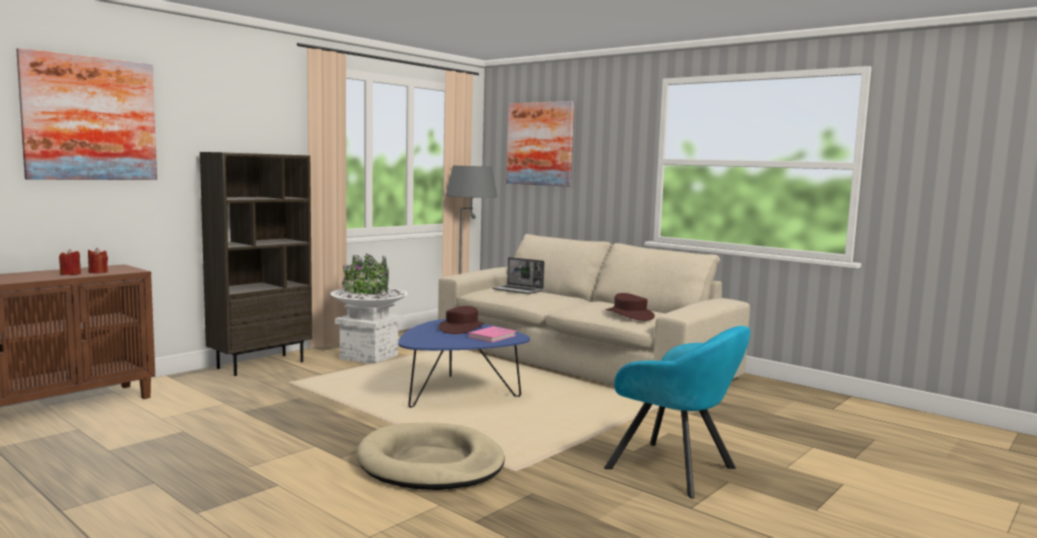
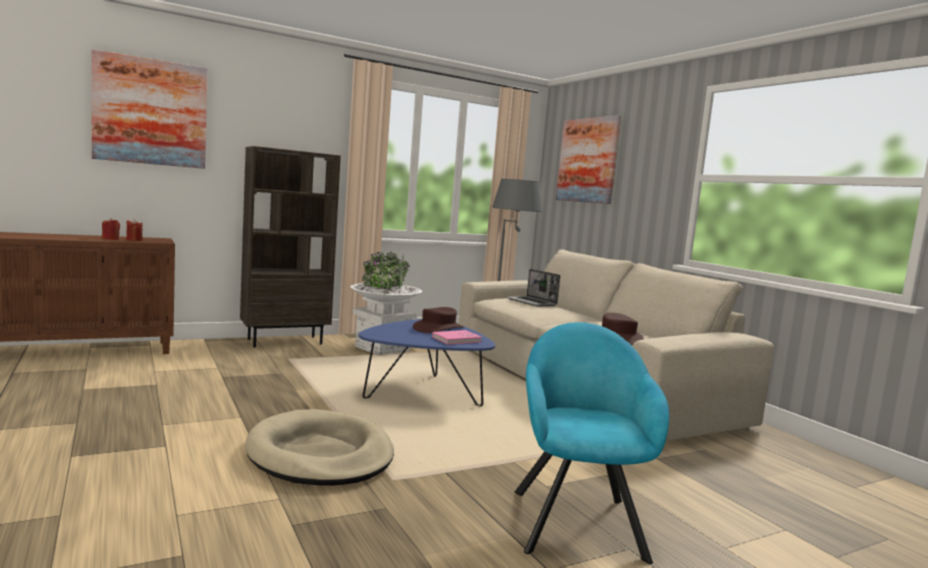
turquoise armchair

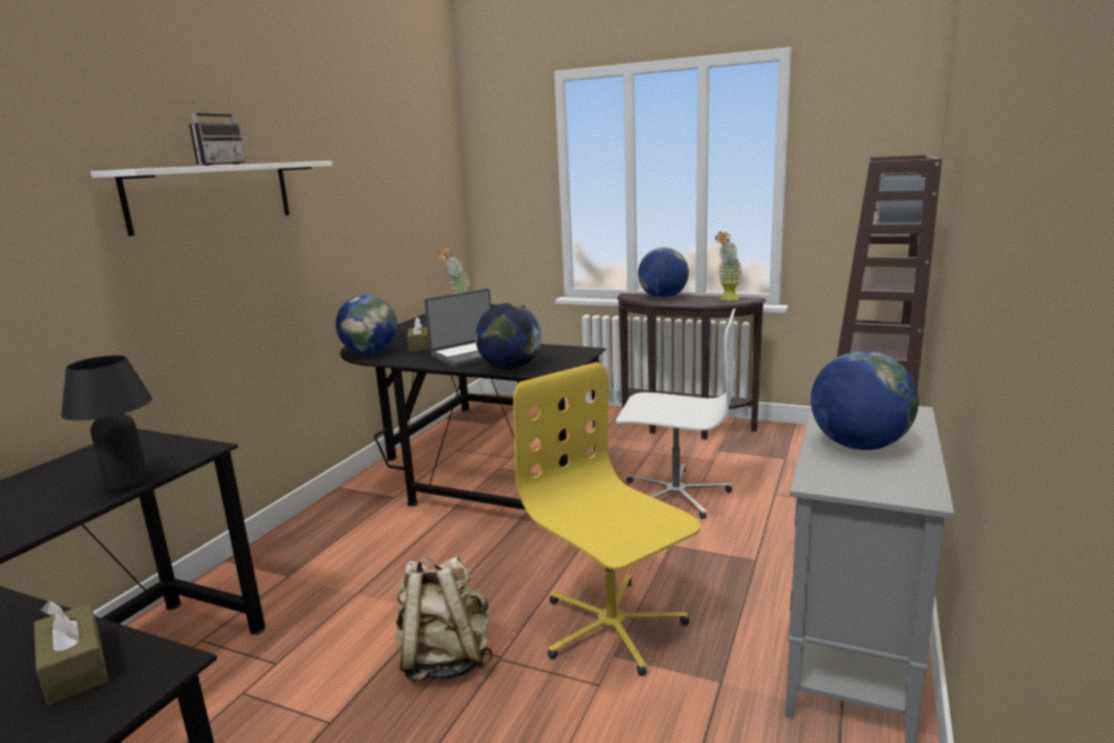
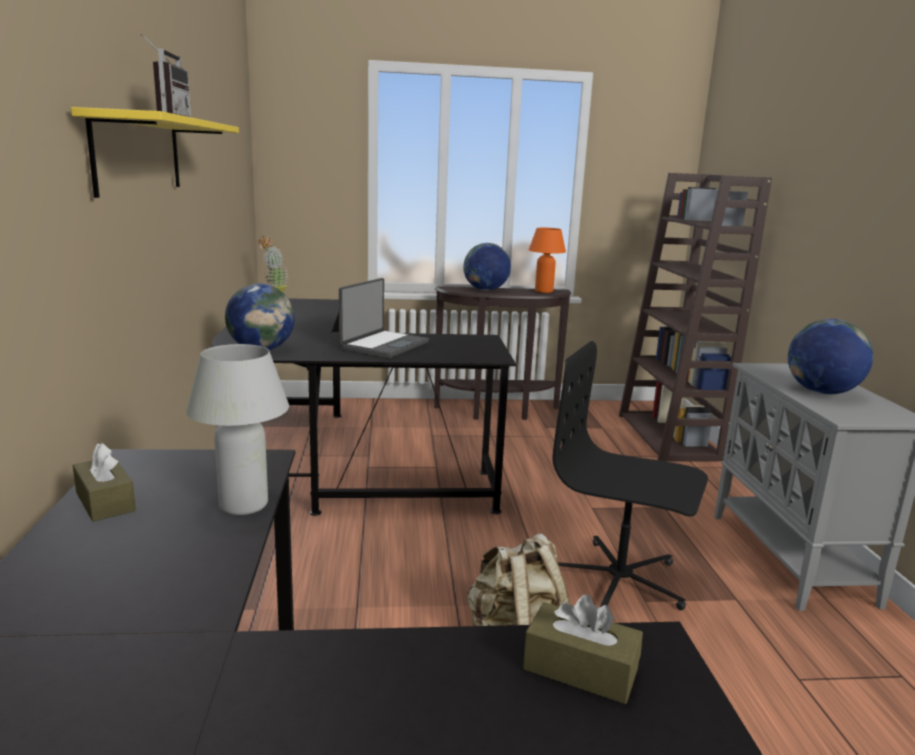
globe (no. 2 from left in the first image)
white office chair
brown tissue box (no. 1 from left)
orange table lamp
white table lamp
yellow shelf
black office chair

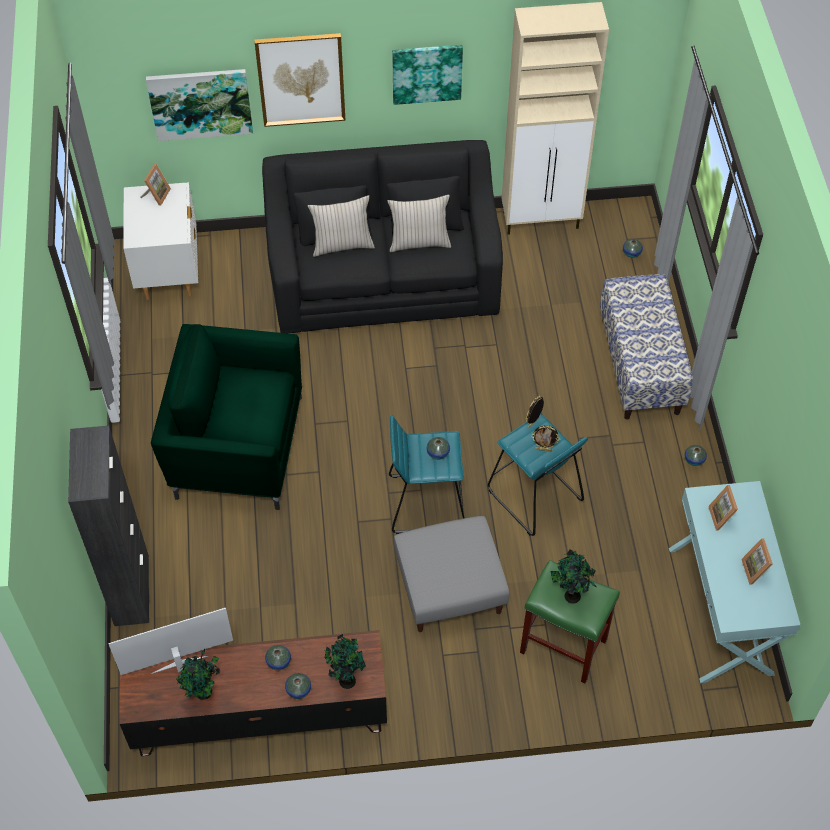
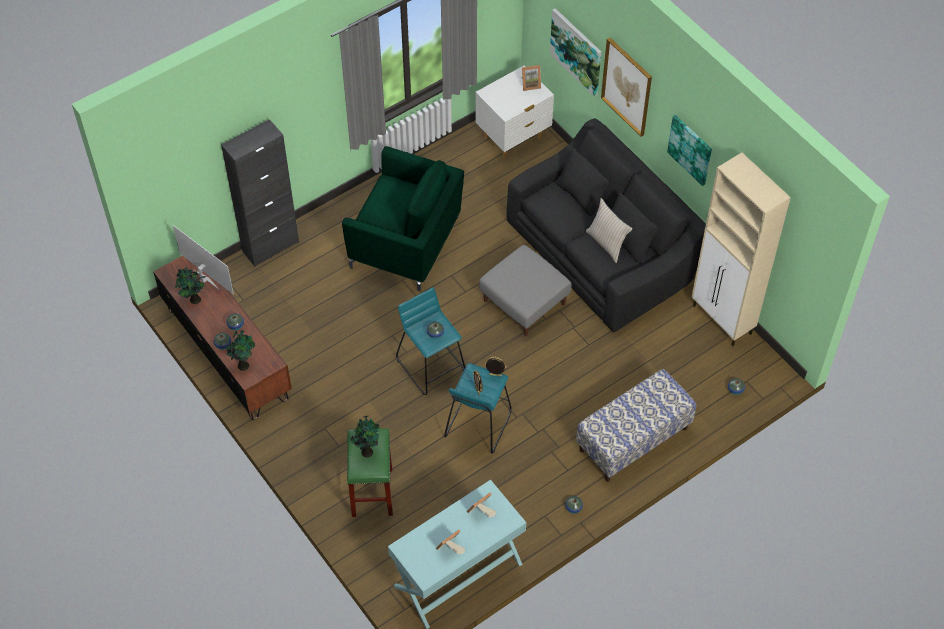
beige pillow (no. 1 from left in the first image)
grey ottoman
green armchair

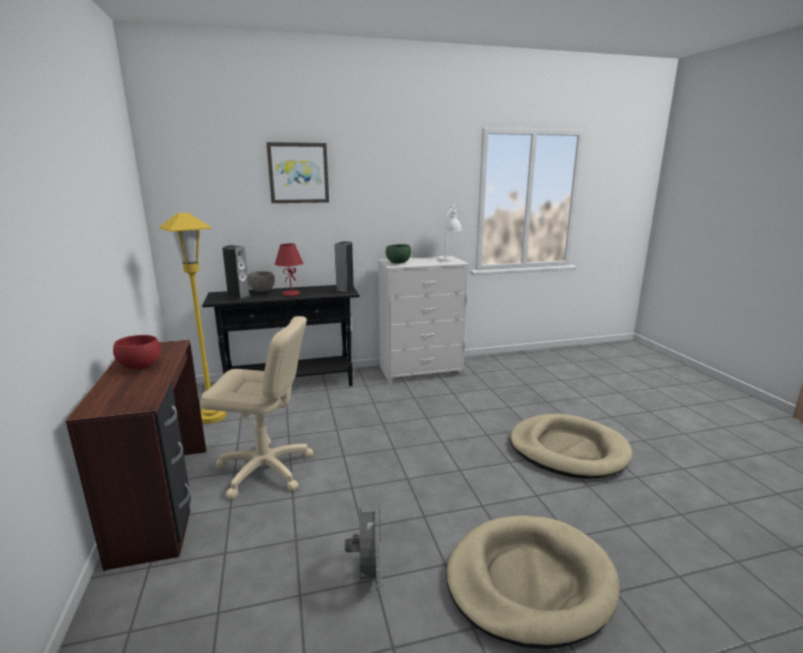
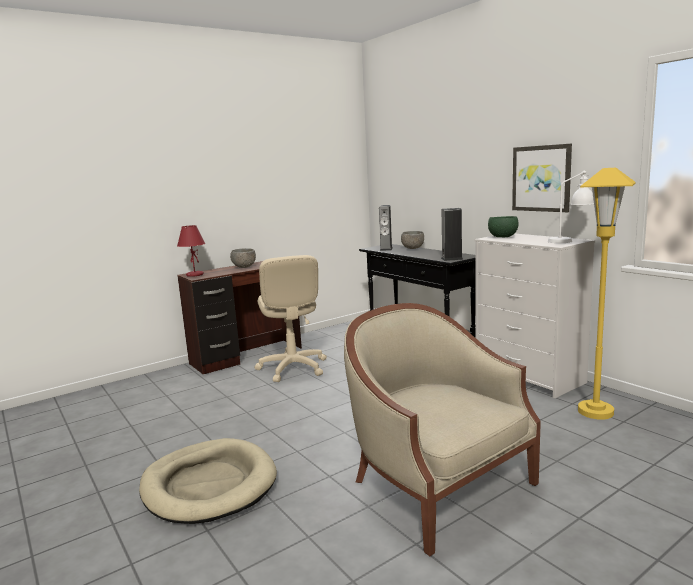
grey fan
yellow floor lamp
picture
red table lamp
beige armchair
grey bowl (no. 1 from left)

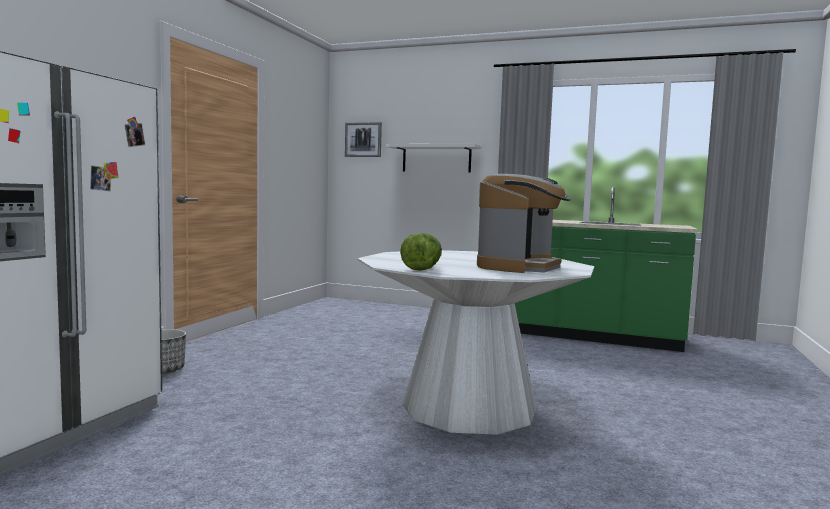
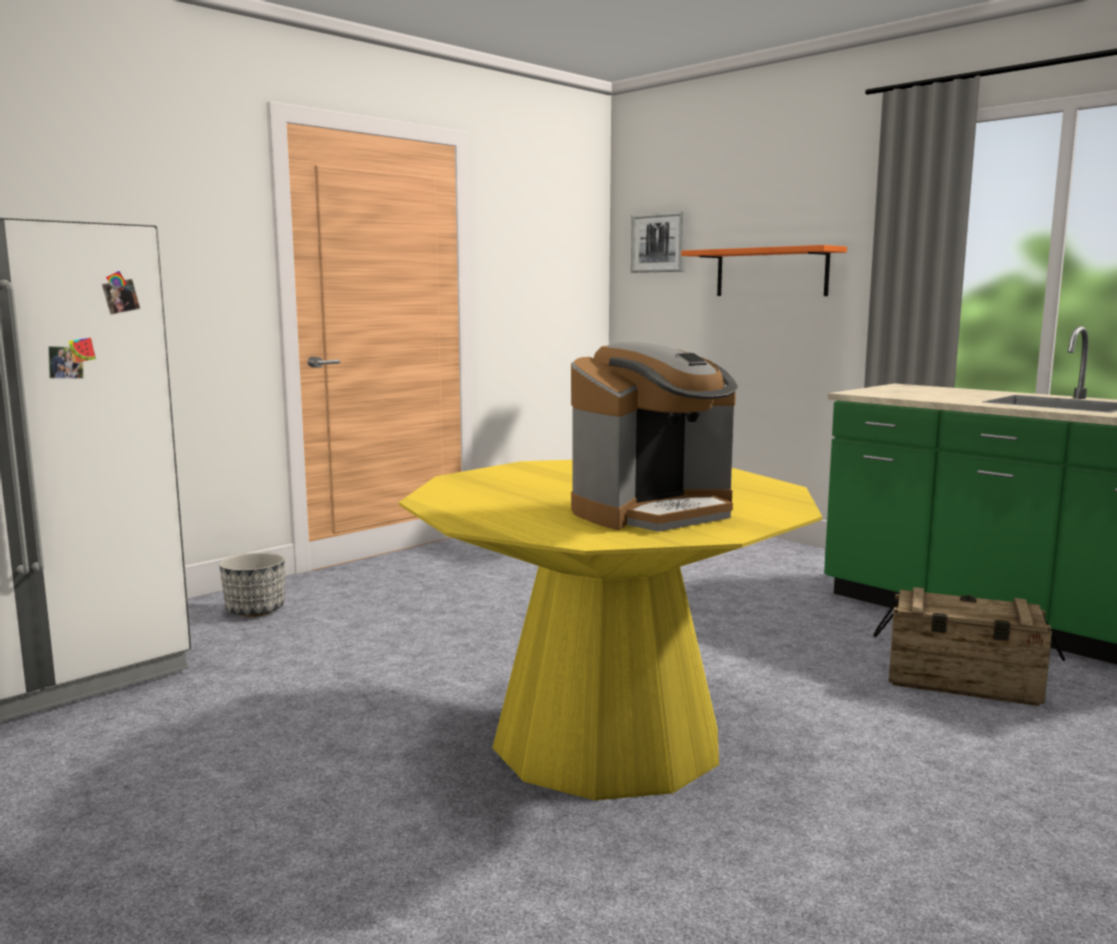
lettuce
crate
yellow dining table
orange shelf

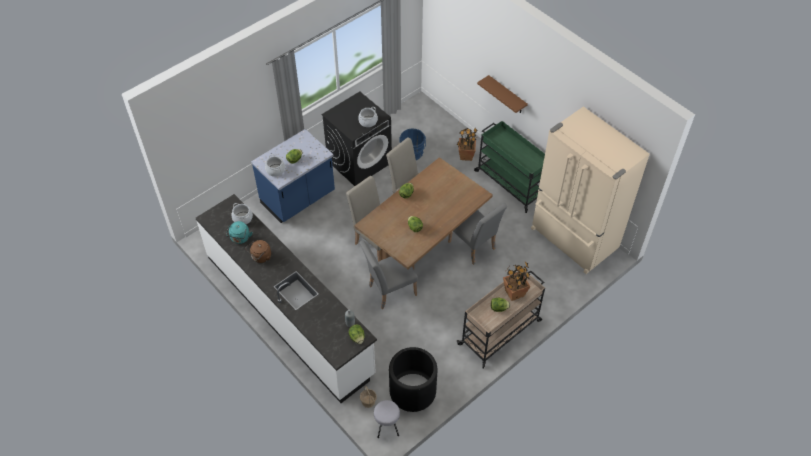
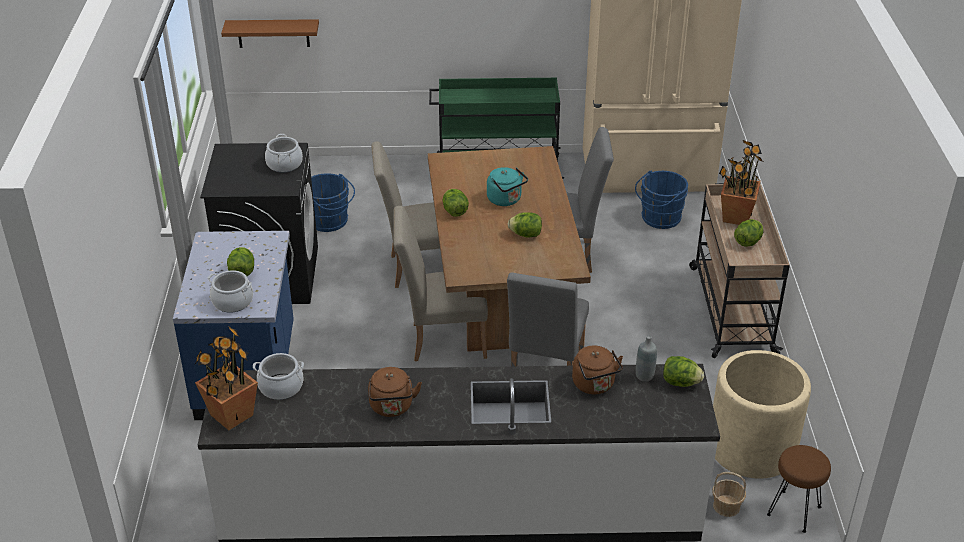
brown kettle (no. 2 from left)
blue bucket (no. 2 from left)
turquoise kettle
potted plant (no. 1 from left)
brown shelf
brown stool
beige planter

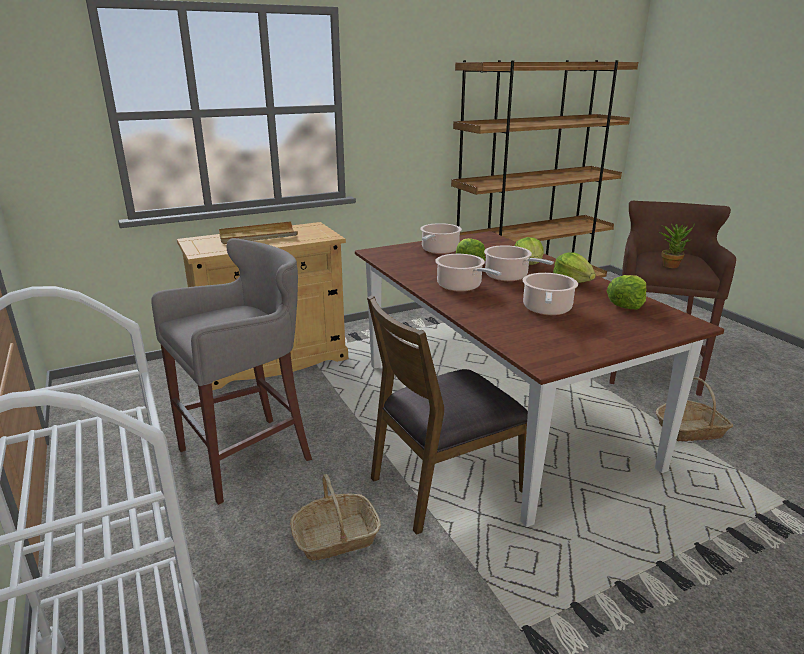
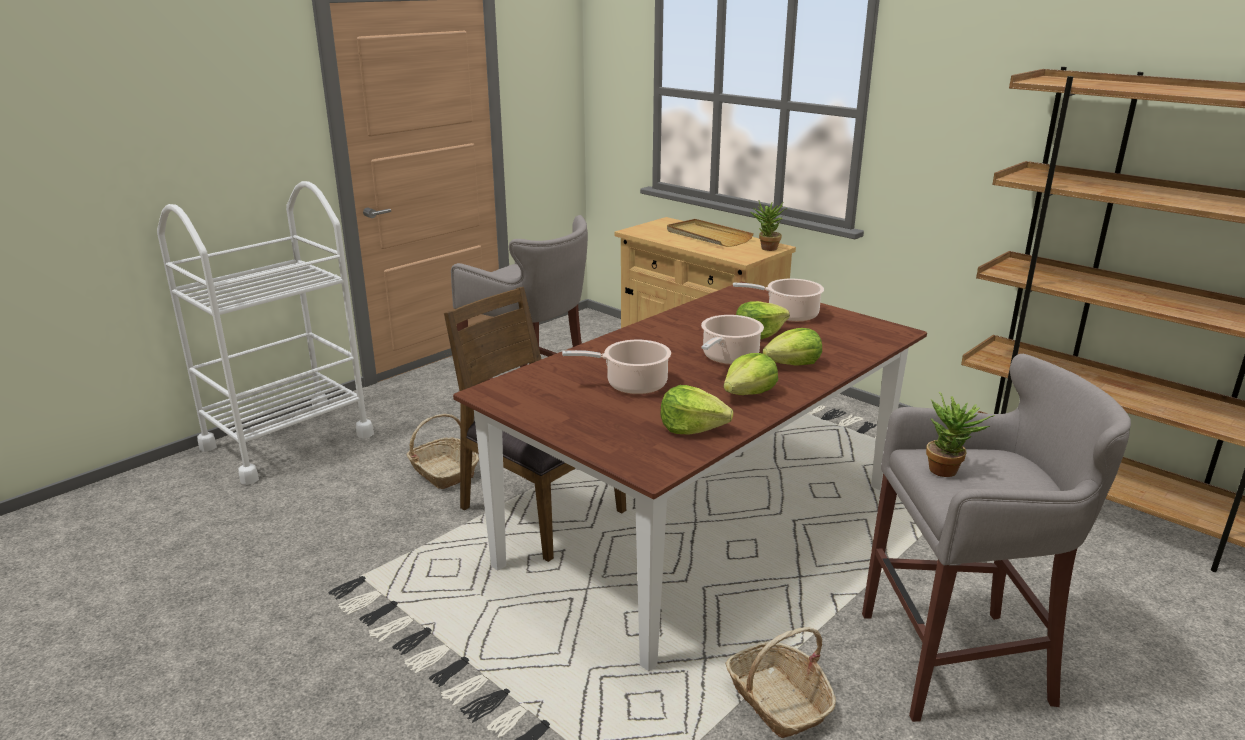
cooking pot (no. 2 from left in the first image)
potted plant (no. 1 from left)
grey stool (no. 2 from left)

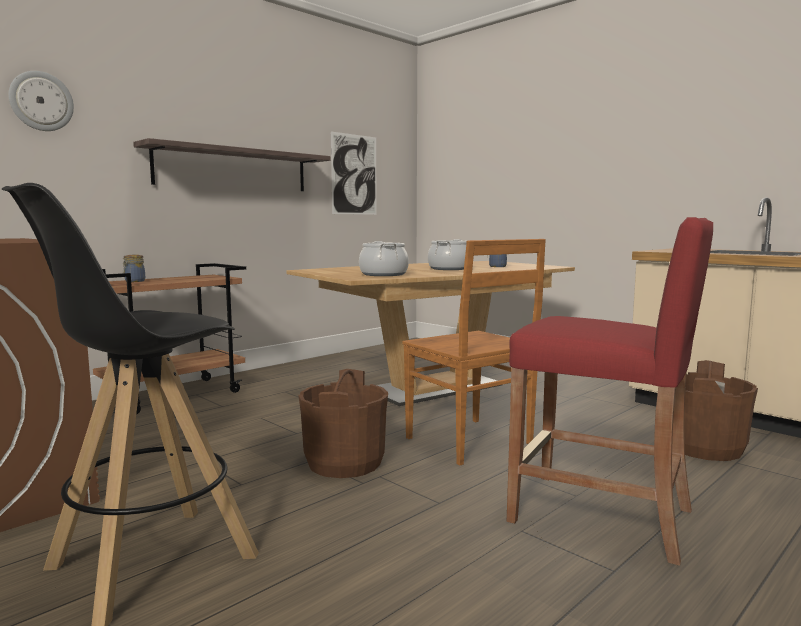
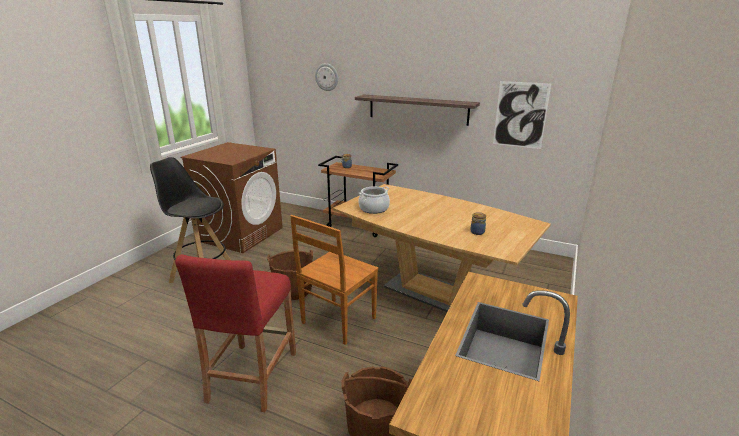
cooking pot (no. 2 from left in the first image)

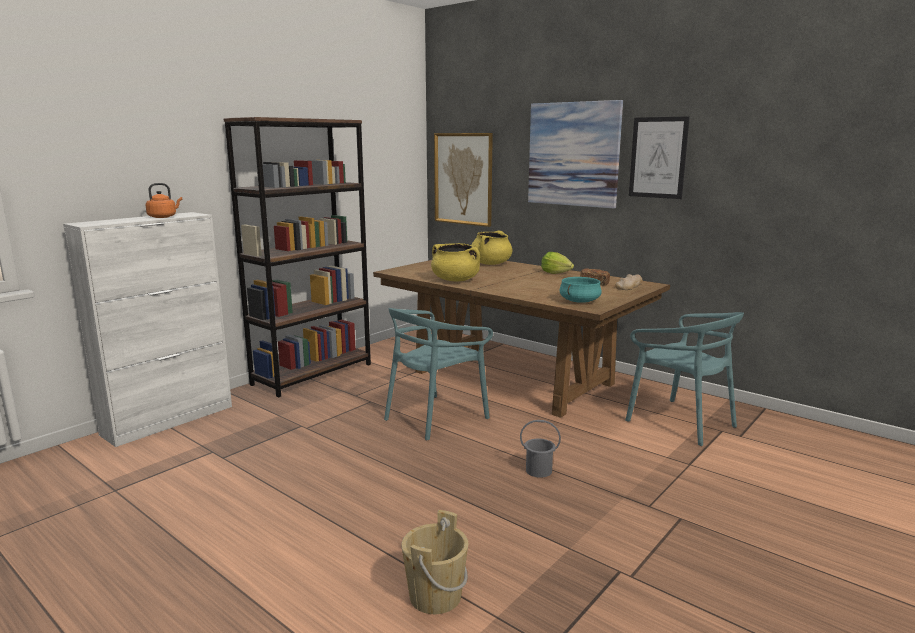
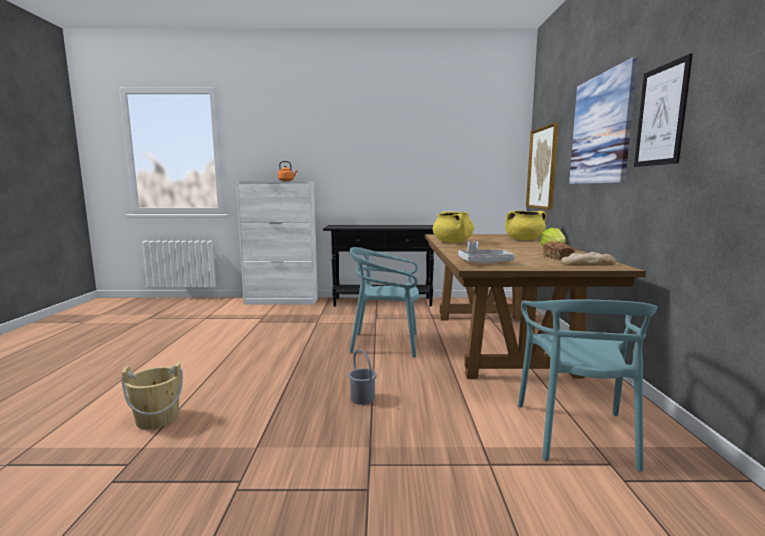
black console table
grey tray

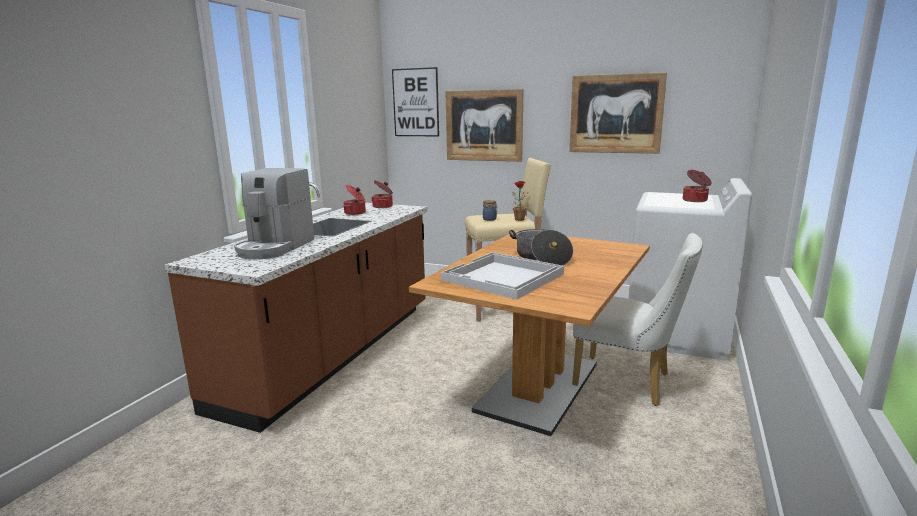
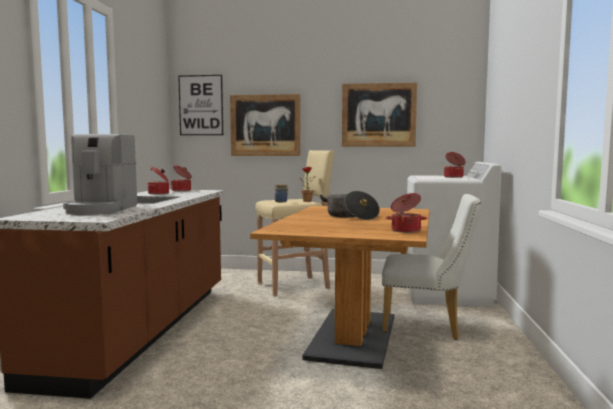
white tray
cooking pot (no. 4 from left)

